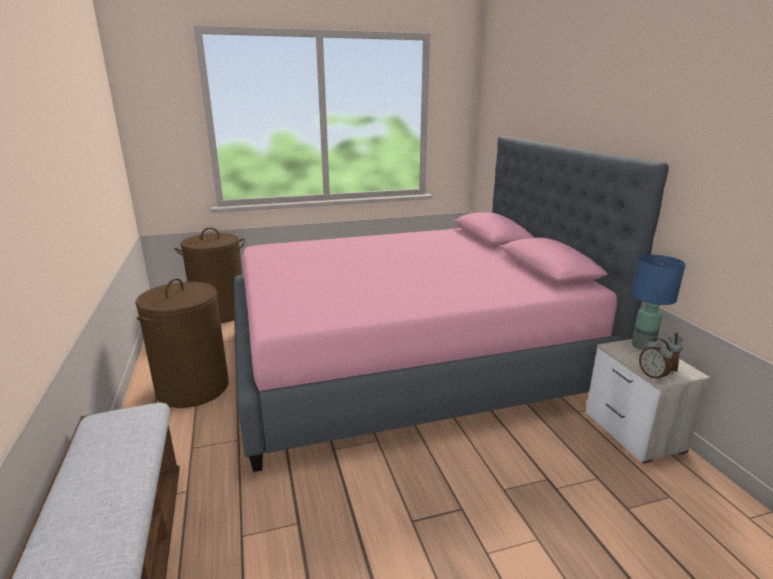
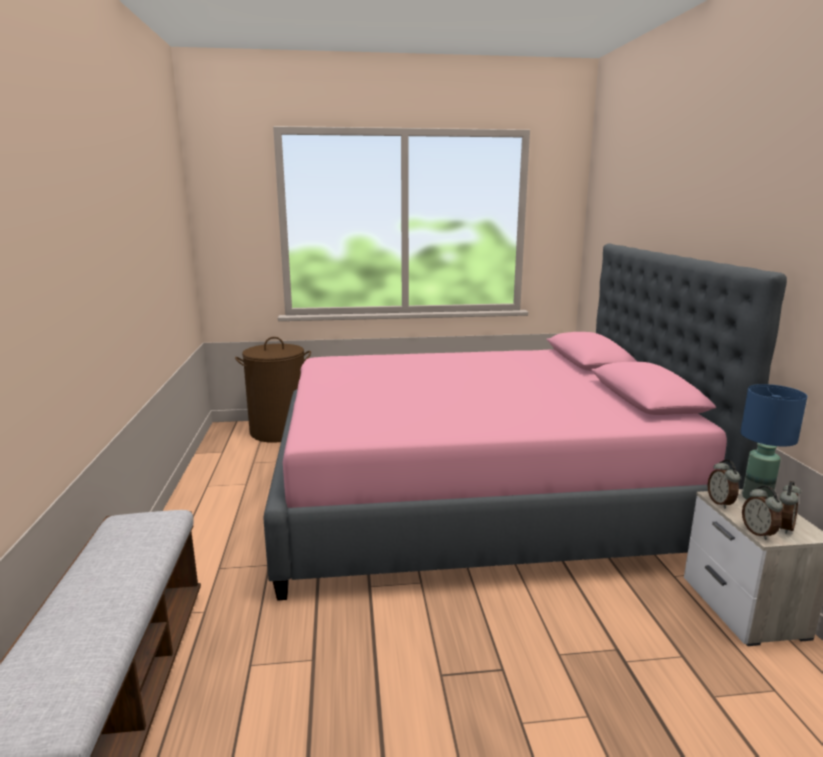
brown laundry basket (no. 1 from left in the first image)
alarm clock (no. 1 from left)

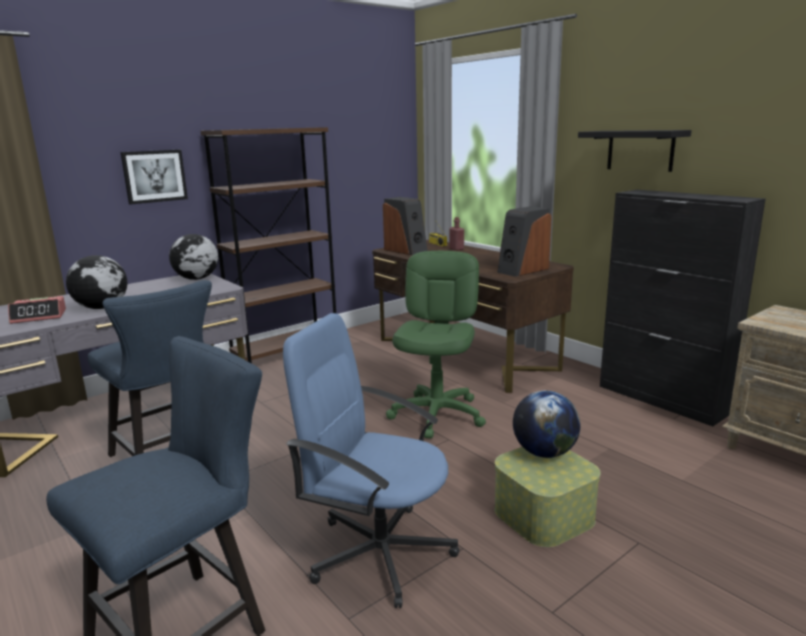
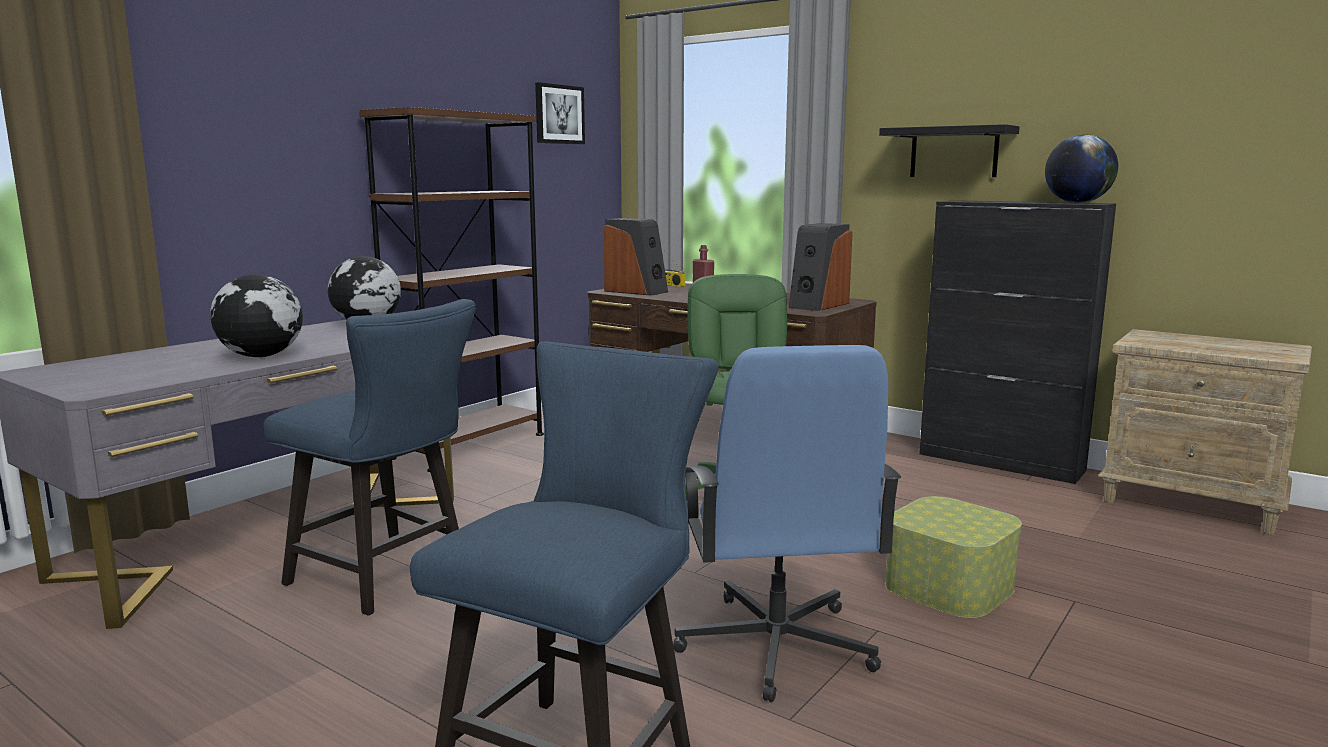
alarm clock
picture
globe (no. 3 from left)
blue office chair

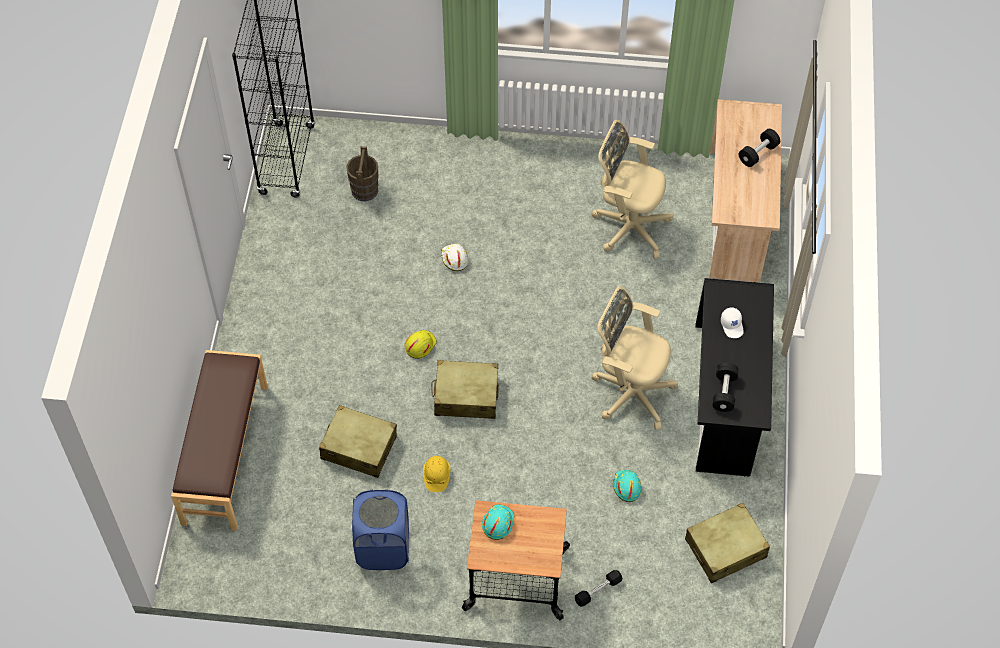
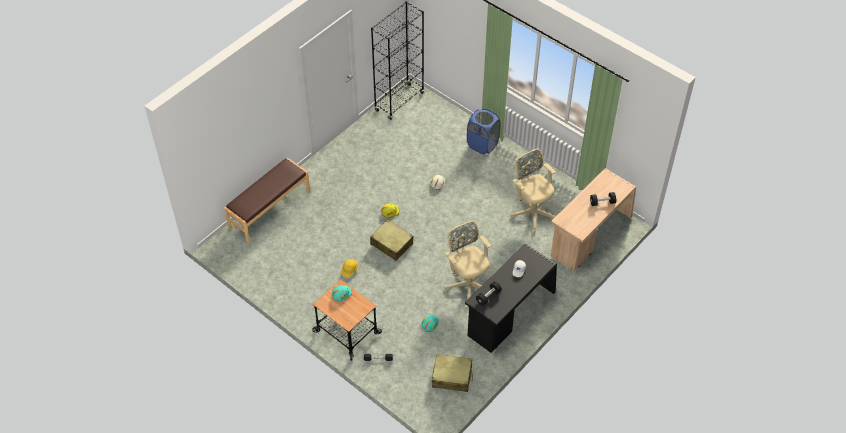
beige suitcase (no. 1 from left in the first image)
brown bucket
blue laundry basket

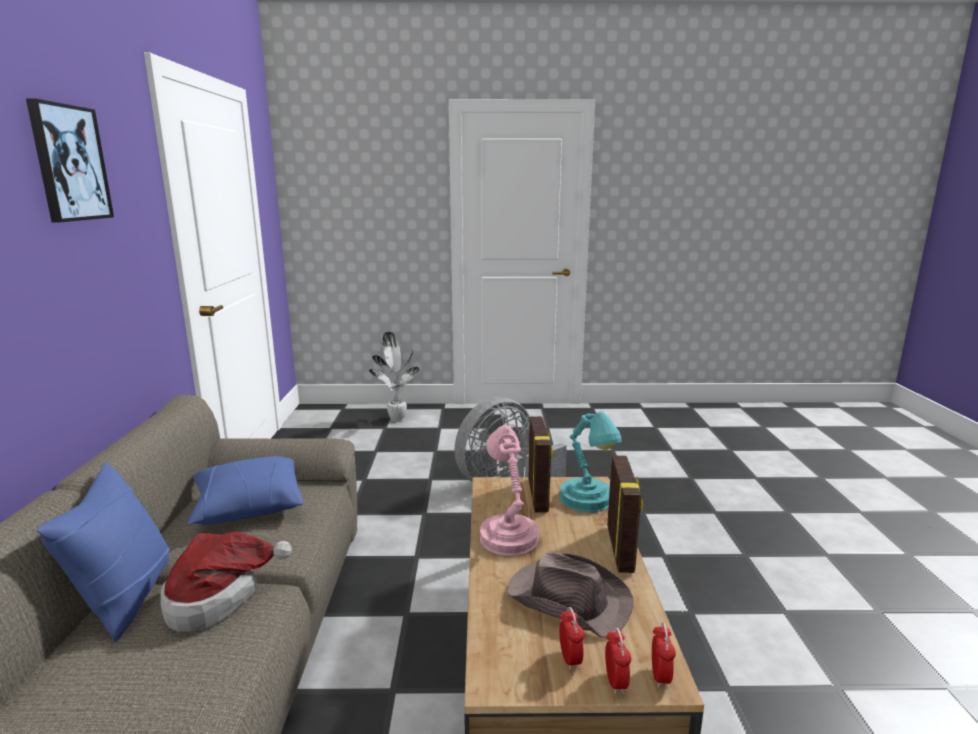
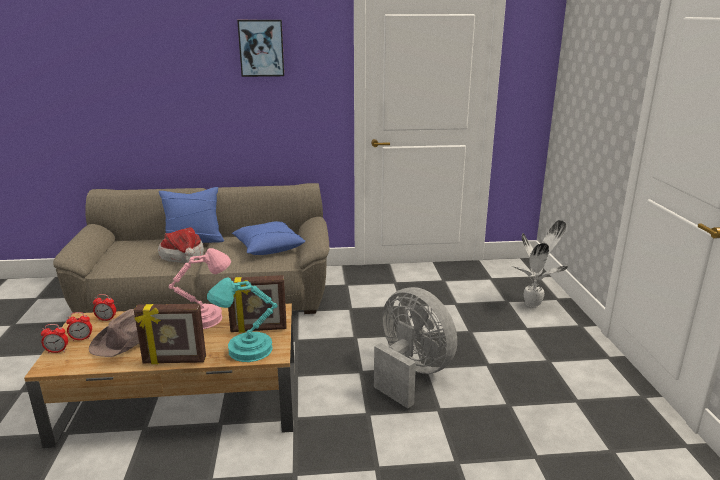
alarm clock (no. 3 from left)

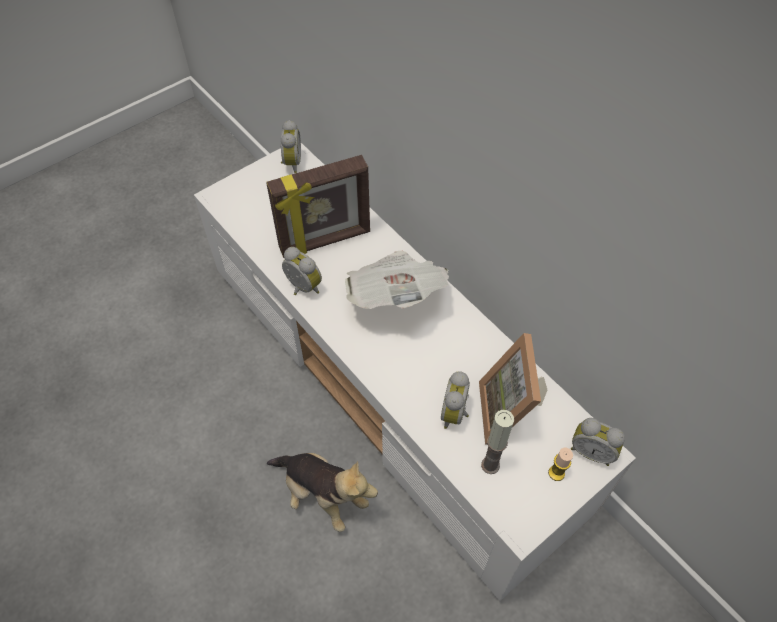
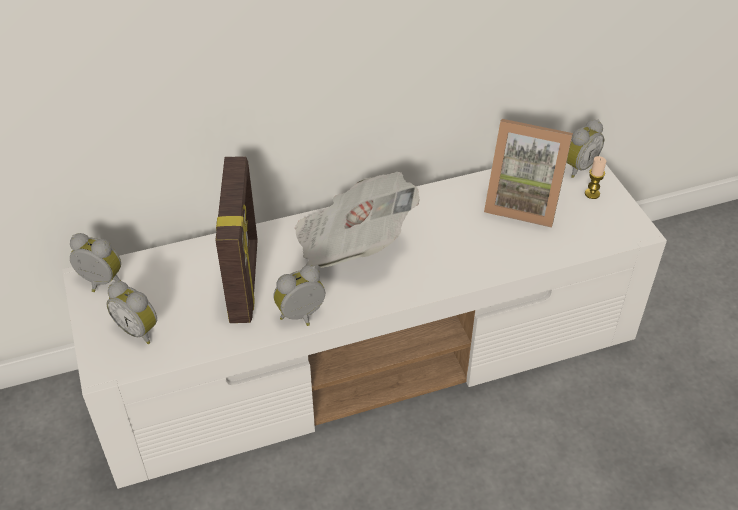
plush toy
candle (no. 1 from left in the first image)
alarm clock (no. 2 from left)

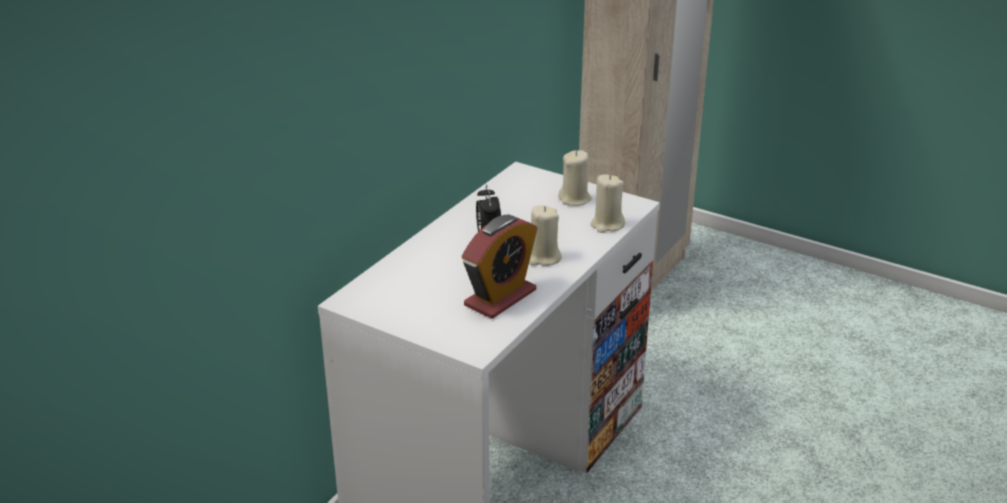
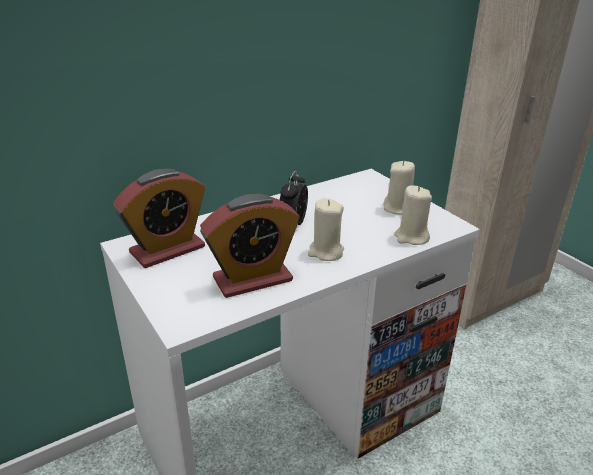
alarm clock (no. 1 from left)

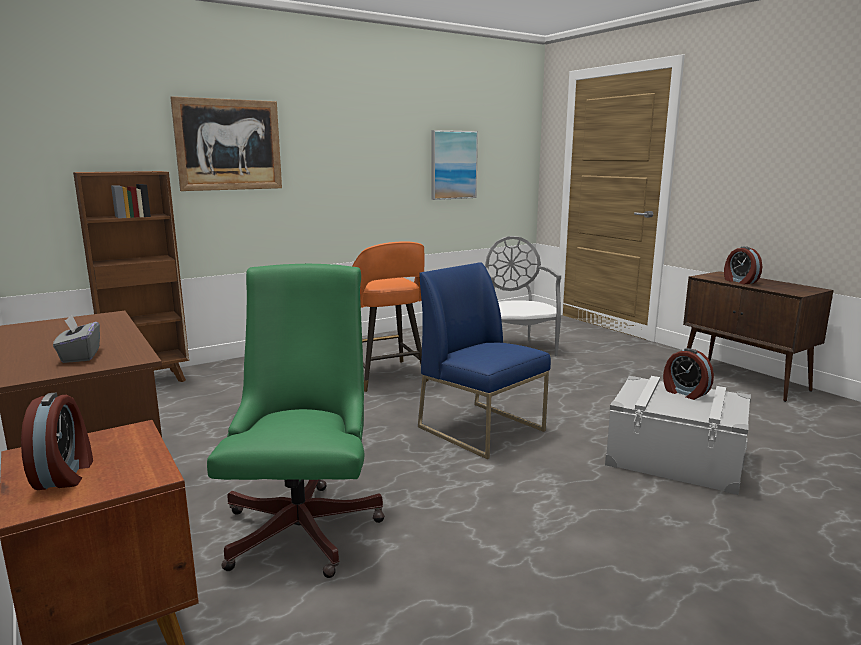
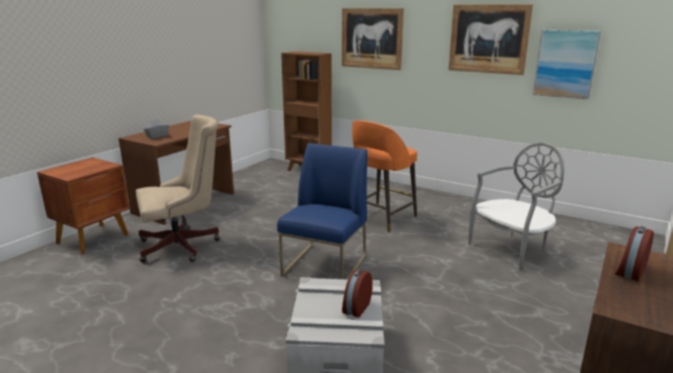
alarm clock (no. 1 from left in the first image)
picture (no. 2 from left)
beige office chair

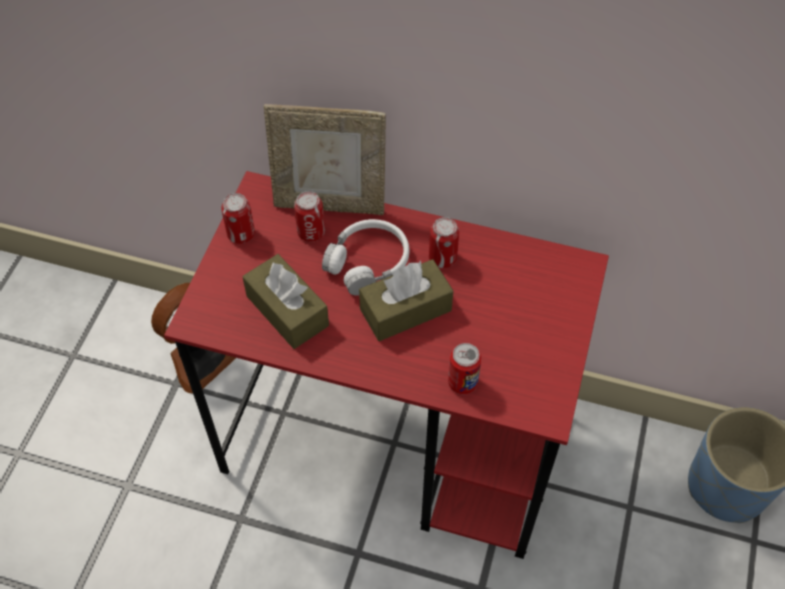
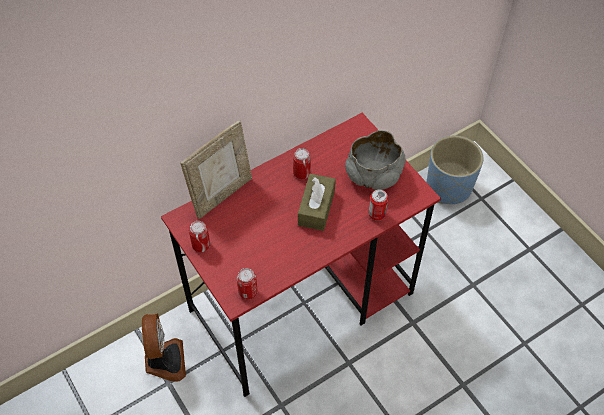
brown tissue box (no. 1 from left in the first image)
white headphones
grey bowl
can (no. 2 from left)

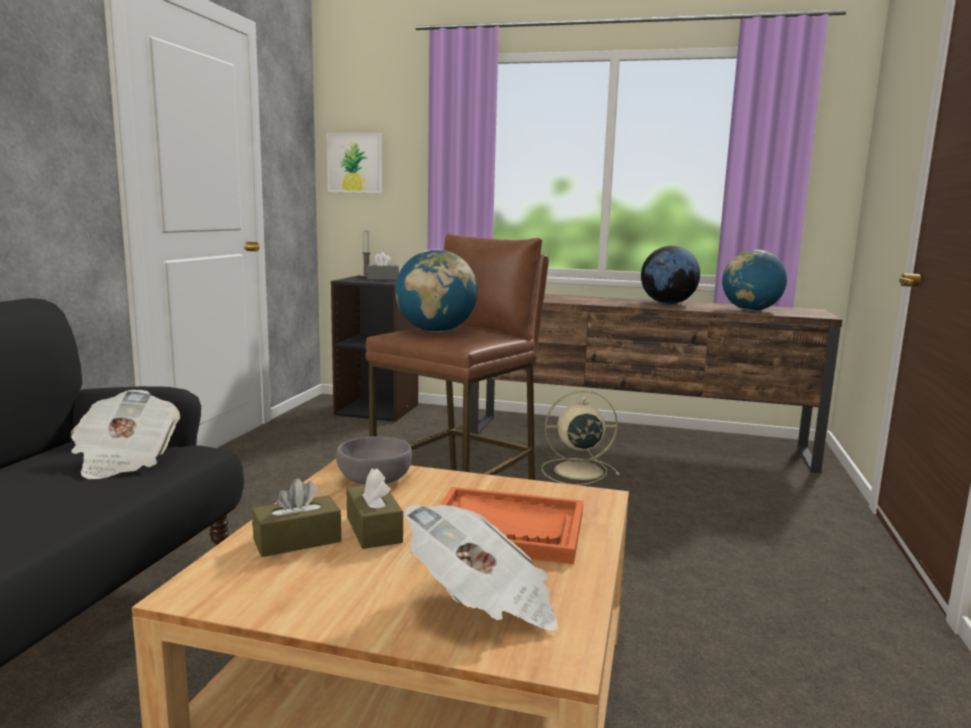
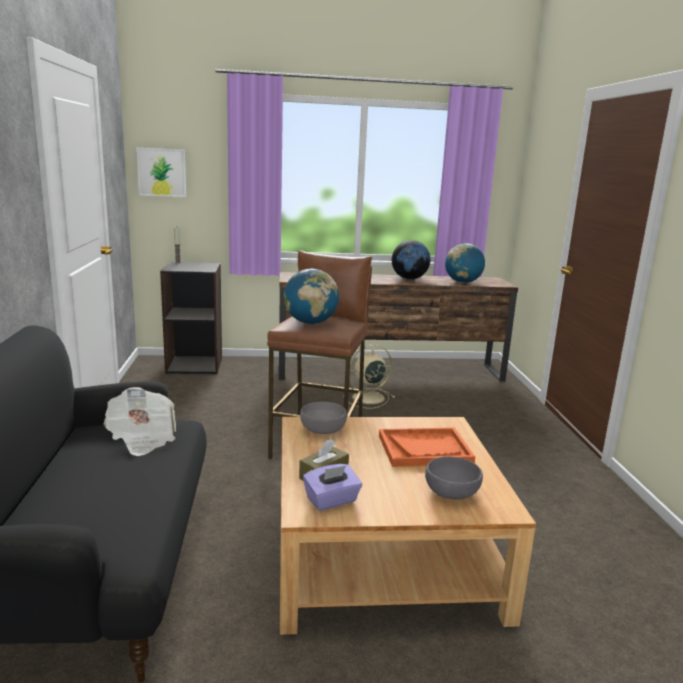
brown tissue box (no. 2 from left in the first image)
grey tissue box
purple tissue box
grey bowl (no. 2 from left)

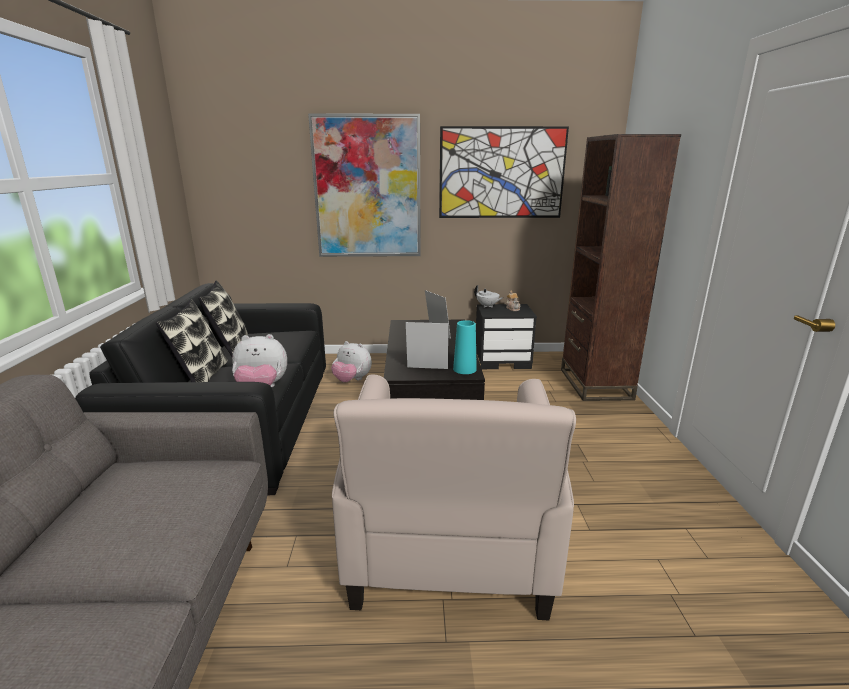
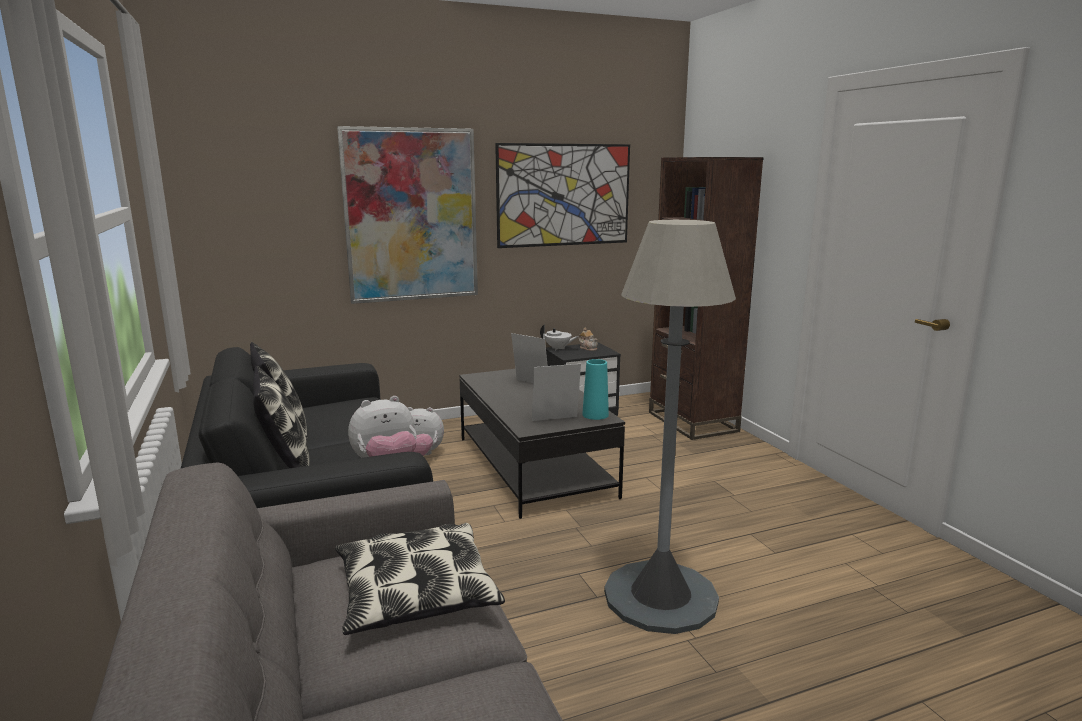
pillow (no. 3 from left)
grey floor lamp

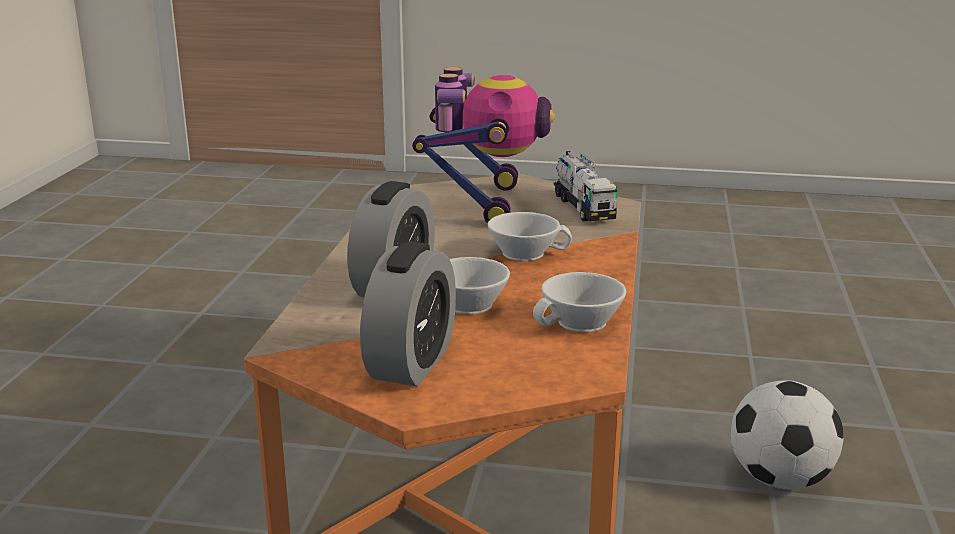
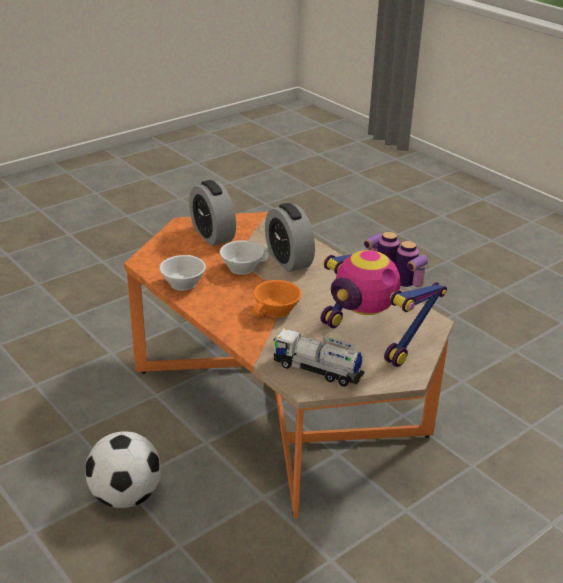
orange cup

